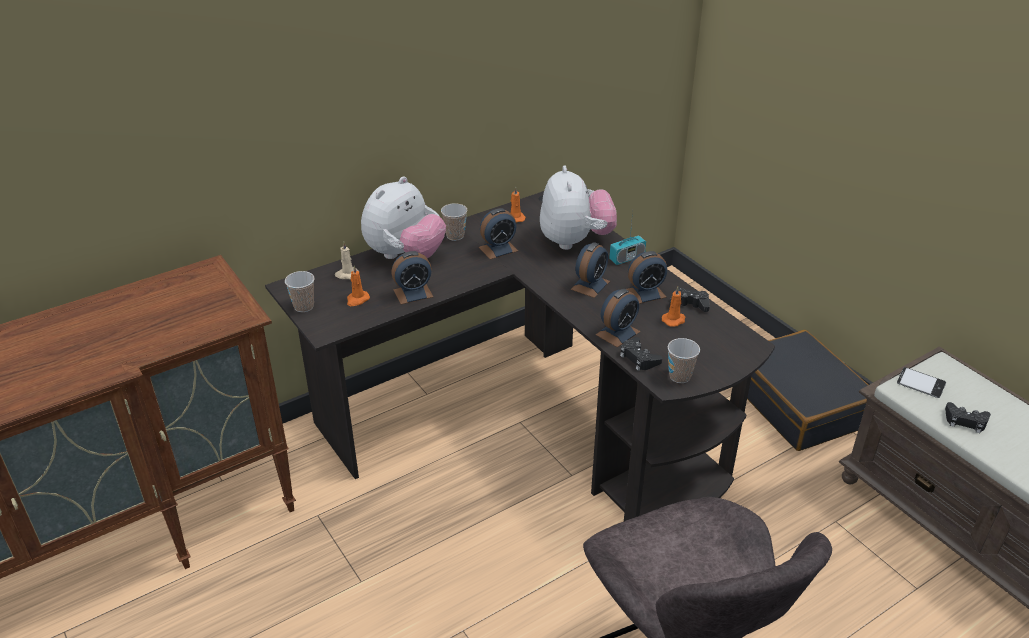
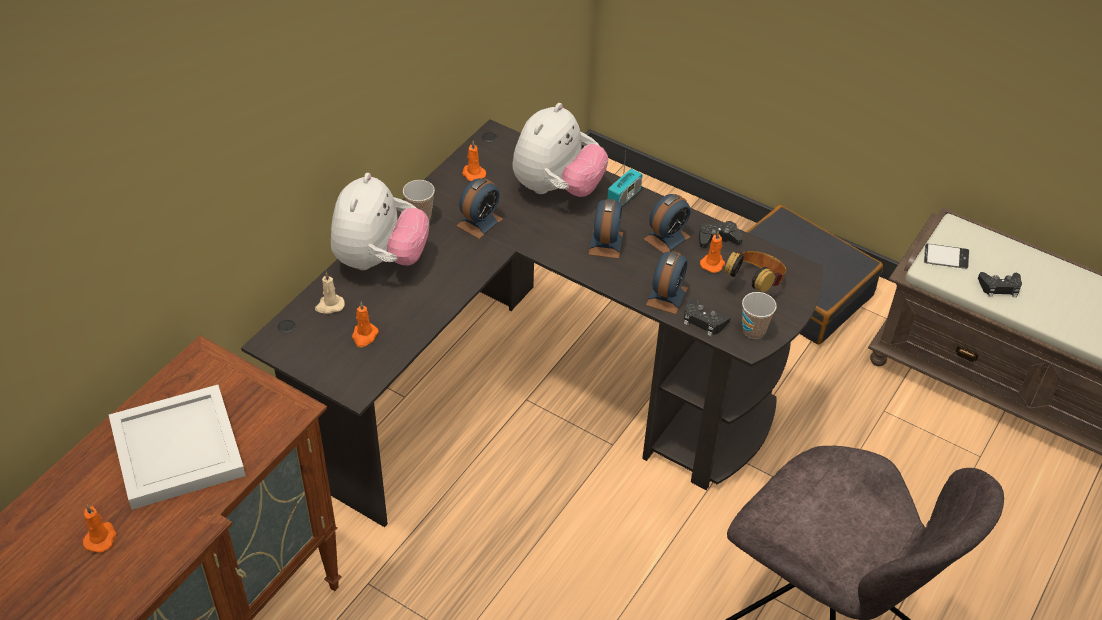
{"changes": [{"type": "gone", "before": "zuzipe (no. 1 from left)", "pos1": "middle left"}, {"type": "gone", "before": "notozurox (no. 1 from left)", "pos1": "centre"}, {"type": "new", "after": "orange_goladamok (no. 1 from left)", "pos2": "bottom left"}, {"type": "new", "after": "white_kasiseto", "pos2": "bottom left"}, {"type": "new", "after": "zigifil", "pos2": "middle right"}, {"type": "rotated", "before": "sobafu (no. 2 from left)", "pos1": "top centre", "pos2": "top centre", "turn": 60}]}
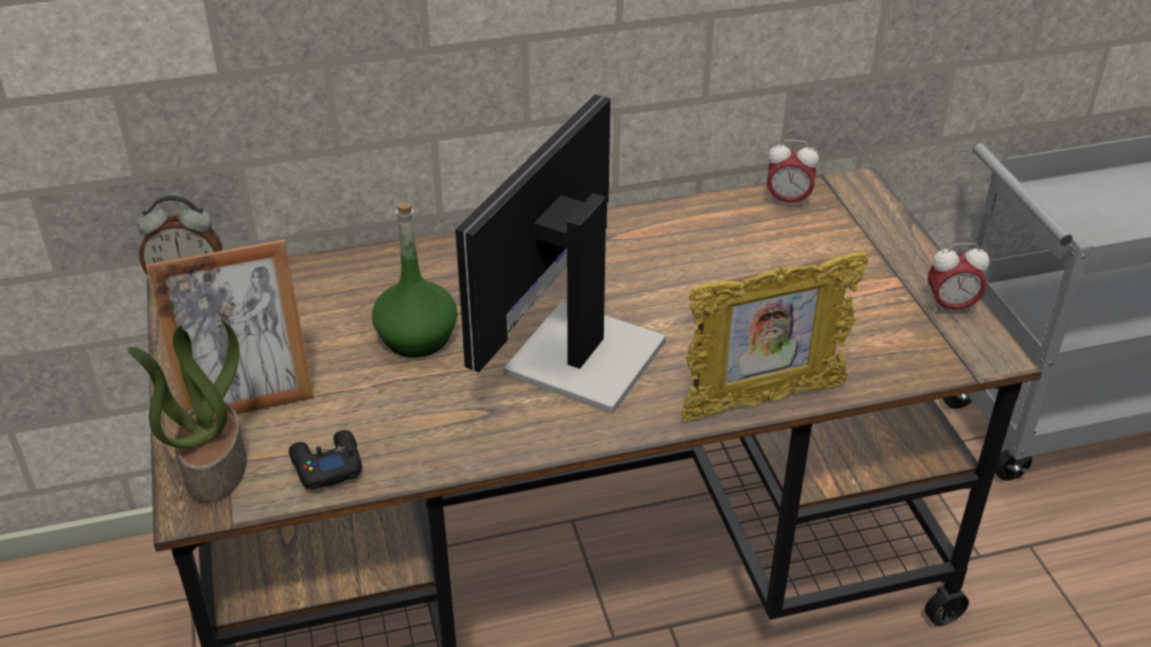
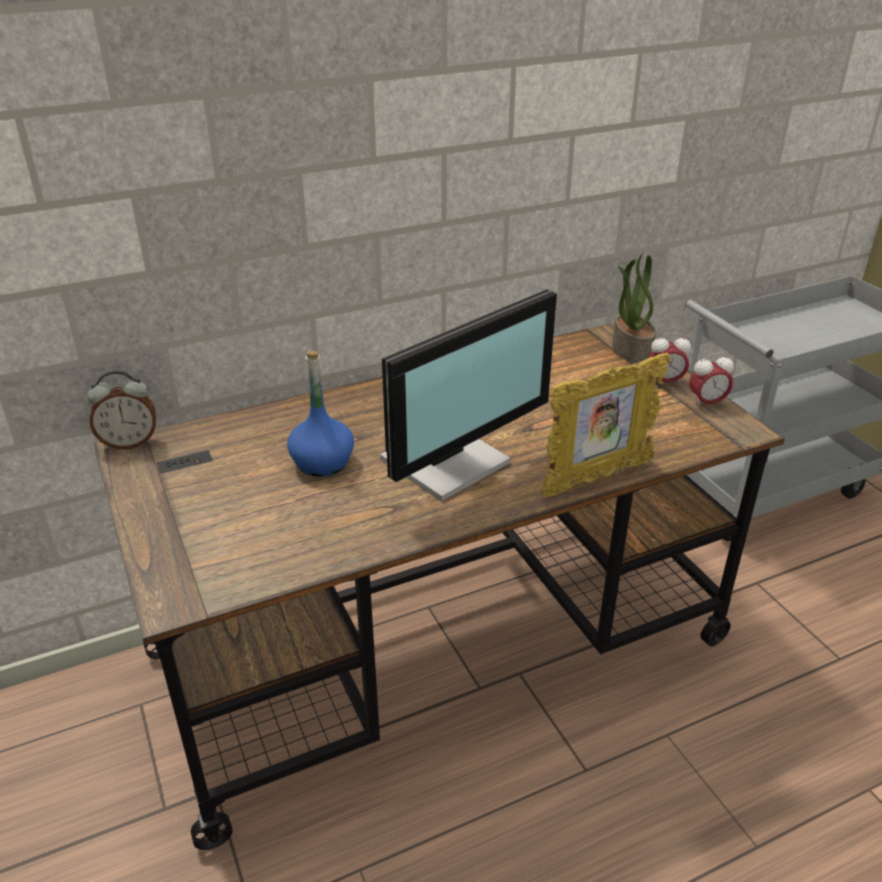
{"changes": [{"type": "gone", "before": "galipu (no. 1 from left)", "pos1": "middle left"}, {"type": "gone", "before": "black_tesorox", "pos1": "bottom left"}, {"type": "shifted", "before": "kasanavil", "pos1": "middle left", "pos2": "middle right"}, {"type": "shifted", "before": "notozurox (no. 2 from left)", "pos1": "top right", "pos2": "middle right"}, {"type": "repainted", "before": "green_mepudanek", "after": "blue_mepudanek", "pos1": "centre", "pos2": "centre"}, {"type": "rotated", "before": "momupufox", "pos1": "centre", "pos2": "centre", "turn": -150}]}
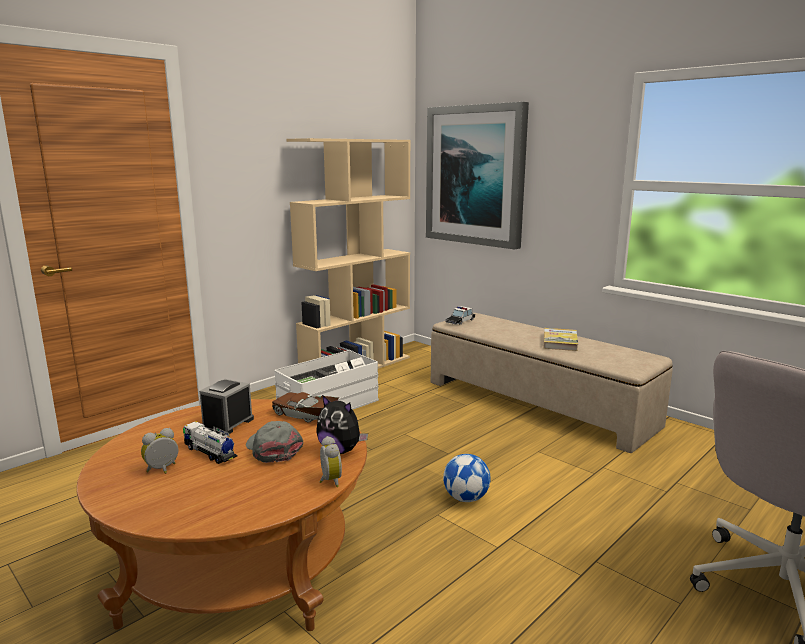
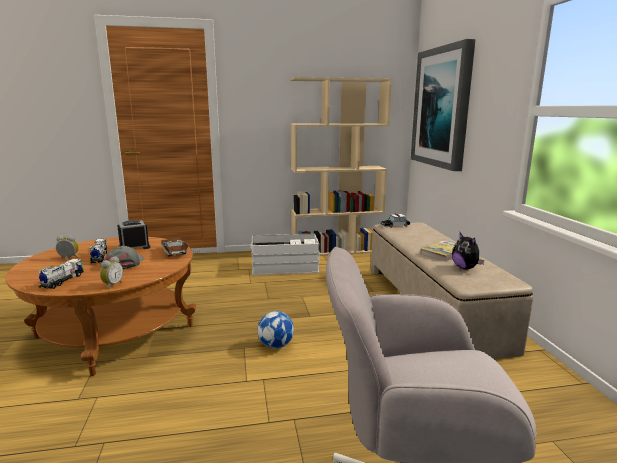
{"changes": [{"type": "new", "after": "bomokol (no. 1 from left)", "pos2": "middle left"}, {"type": "shifted", "before": "sobafu", "pos1": "centre", "pos2": "middle right"}]}
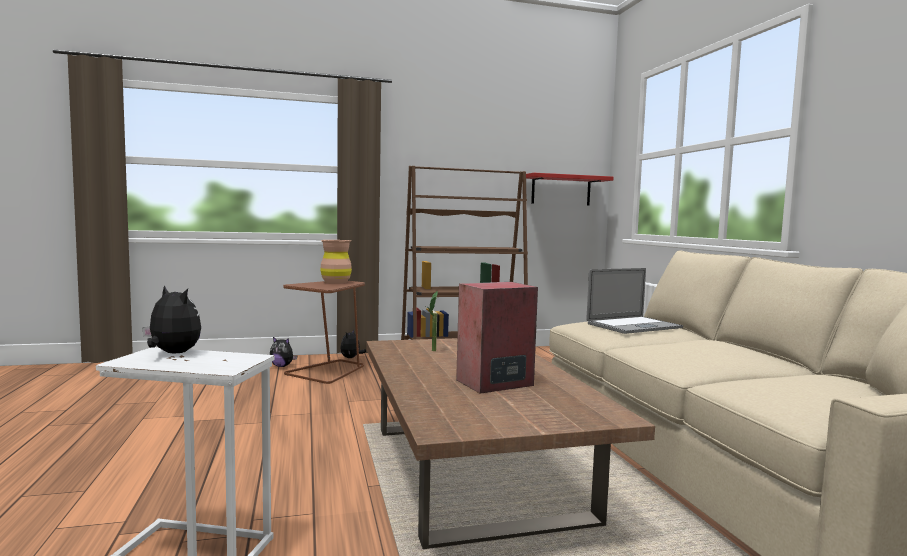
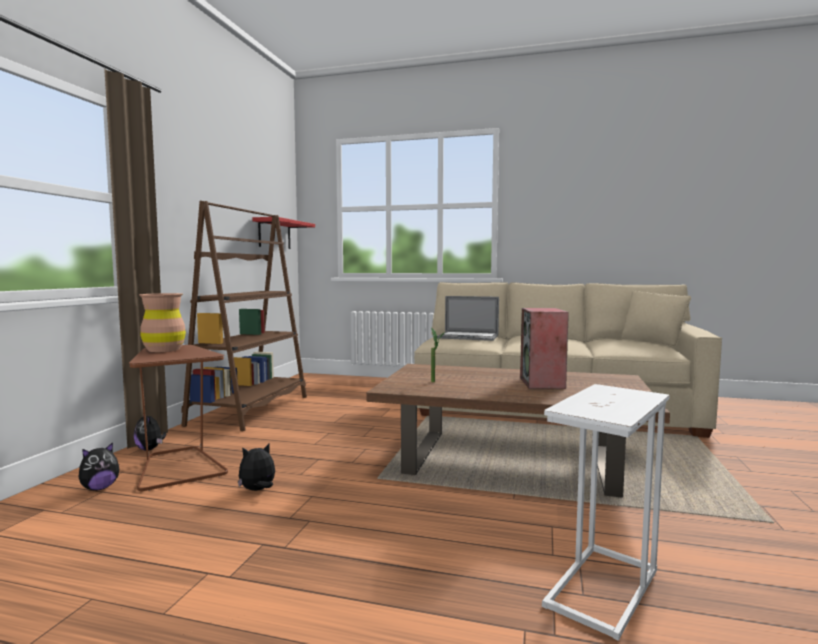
{"changes": [{"type": "shifted", "before": "sobafu (no. 1 from left in the first image)", "after": "sobafu (no. 3 from left)", "pos1": "middle left", "pos2": "bottom left"}, {"type": "rotated", "before": "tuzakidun", "pos1": "middle right", "pos2": "centre", "turn": 105}]}
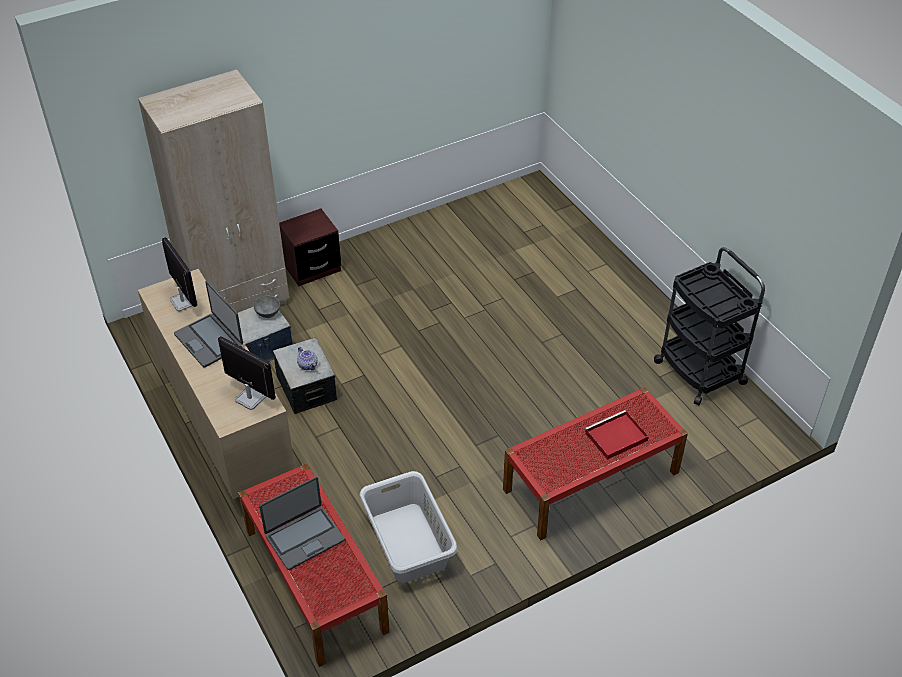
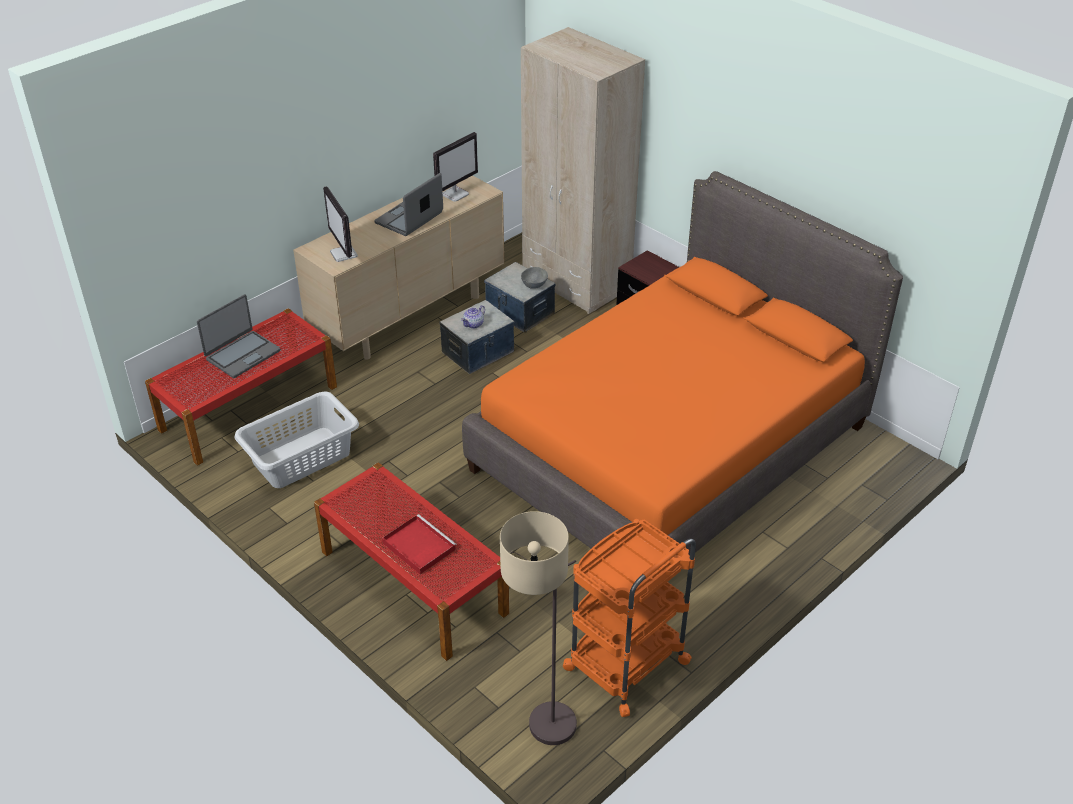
{"changes": [{"type": "new", "after": "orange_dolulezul", "pos2": "centre"}, {"type": "new", "after": "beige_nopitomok", "pos2": "bottom centre"}, {"type": "repainted", "before": "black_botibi", "after": "orange_botibi", "pos1": "middle right", "pos2": "bottom centre"}, {"type": "rotated", "before": "momupufox (no. 2 from left in the first image)", "pos1": "middle left", "pos2": "top left", "turn": 135}, {"type": "rotated", "before": "tuzakidun (no. 2 from left in the first image)", "pos1": "bottom centre", "pos2": "middle left", "turn": -90}]}
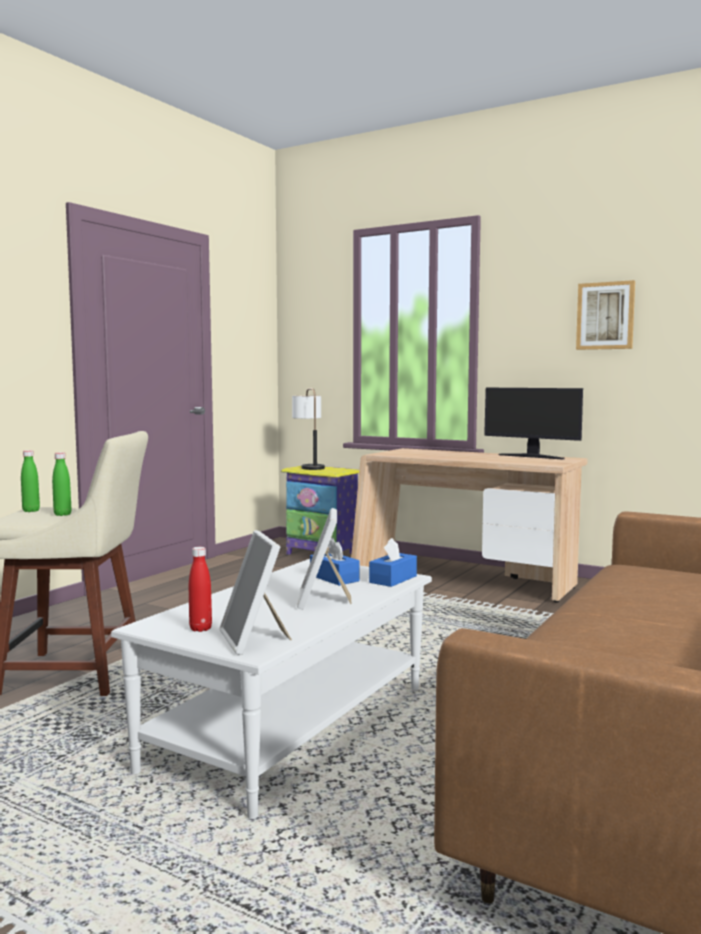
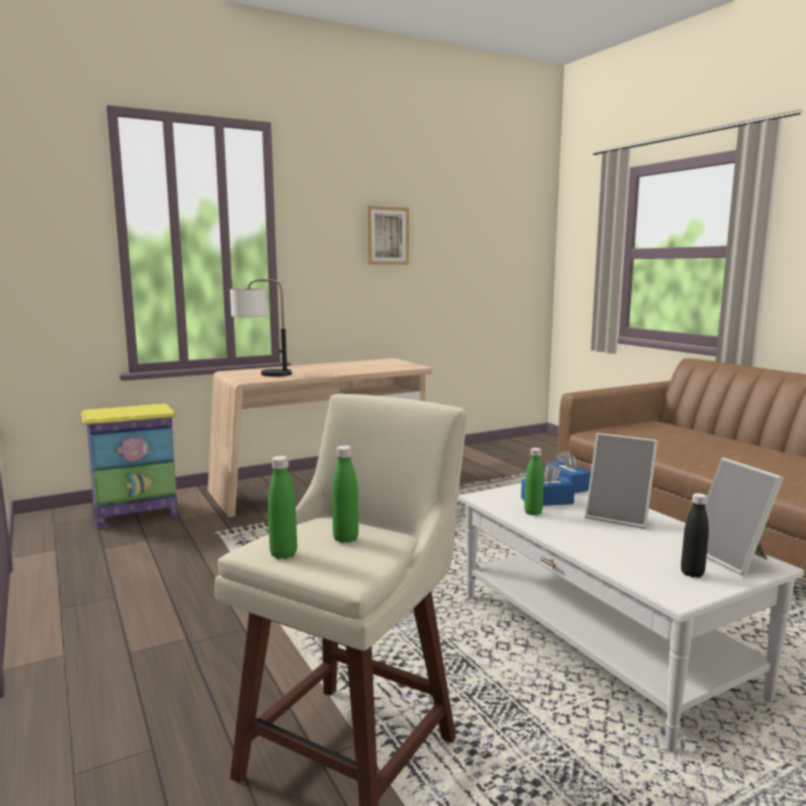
{"changes": [{"type": "gone", "before": "momupufox", "pos1": "middle right"}, {"type": "new", "after": "green_mepudanek (no. 3 from left)", "pos2": "centre"}, {"type": "shifted", "before": "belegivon", "pos1": "centre", "pos2": "middle left"}, {"type": "repainted", "before": "red_mepudanek", "after": "black_mepudanek", "pos1": "middle left", "pos2": "middle right"}, {"type": "rotated", "before": "galipu (no. 1 from left in the first image)", "pos1": "centre", "pos2": "middle right", "turn": 60}]}
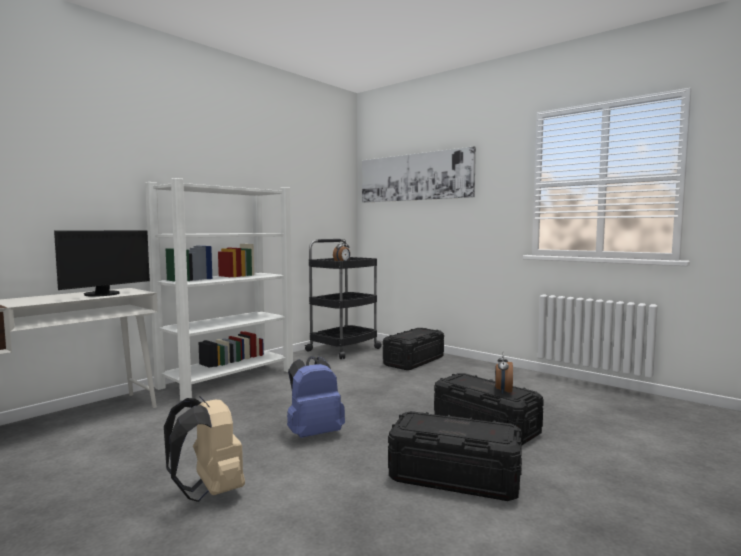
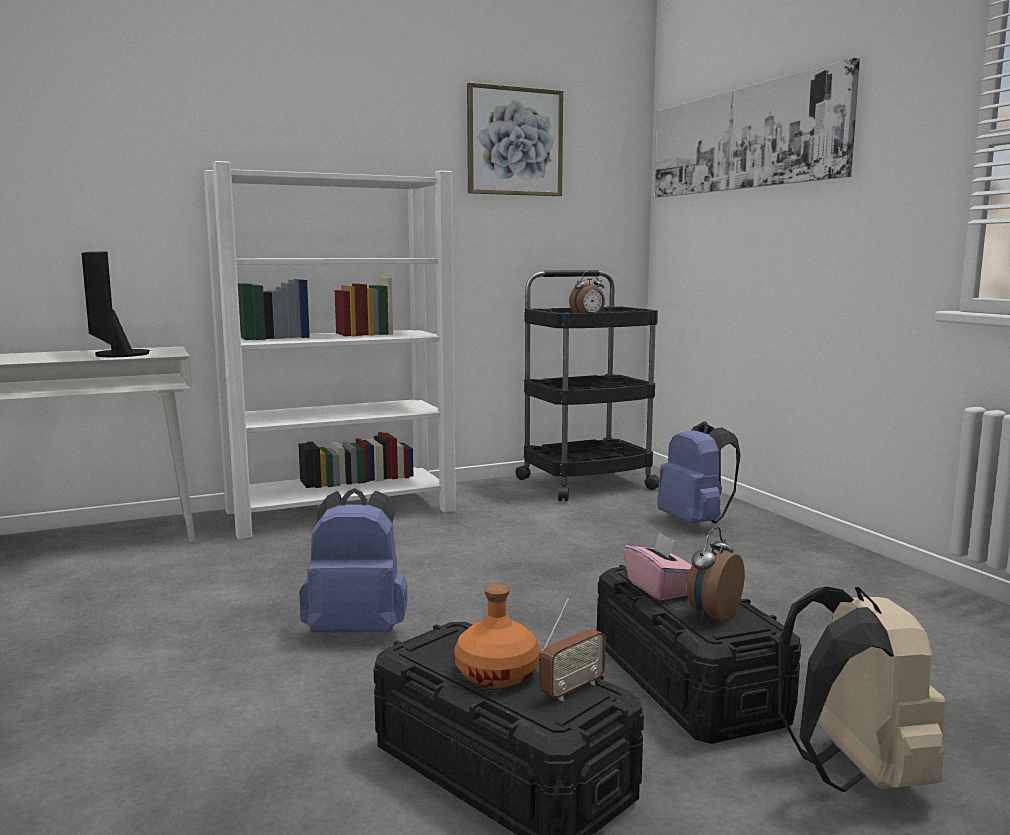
{"changes": [{"type": "new", "after": "orange_mepudanek", "pos2": "bottom centre"}, {"type": "new", "after": "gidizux (no. 1 from left)", "pos2": "top centre"}, {"type": "new", "after": "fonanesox", "pos2": "bottom centre"}, {"type": "new", "after": "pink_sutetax", "pos2": "bottom centre"}, {"type": "shifted", "before": "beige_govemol", "pos1": "bottom left", "pos2": "bottom right"}, {"type": "swapped", "before": "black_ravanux (no. 1 from left)", "after": "blue_govemol (no. 2 from left)", "pos1": "centre", "pos2": "middle right"}, {"type": "rotated", "before": "momupufox", "pos1": "middle left", "pos2": "middle left", "turn": 90}]}
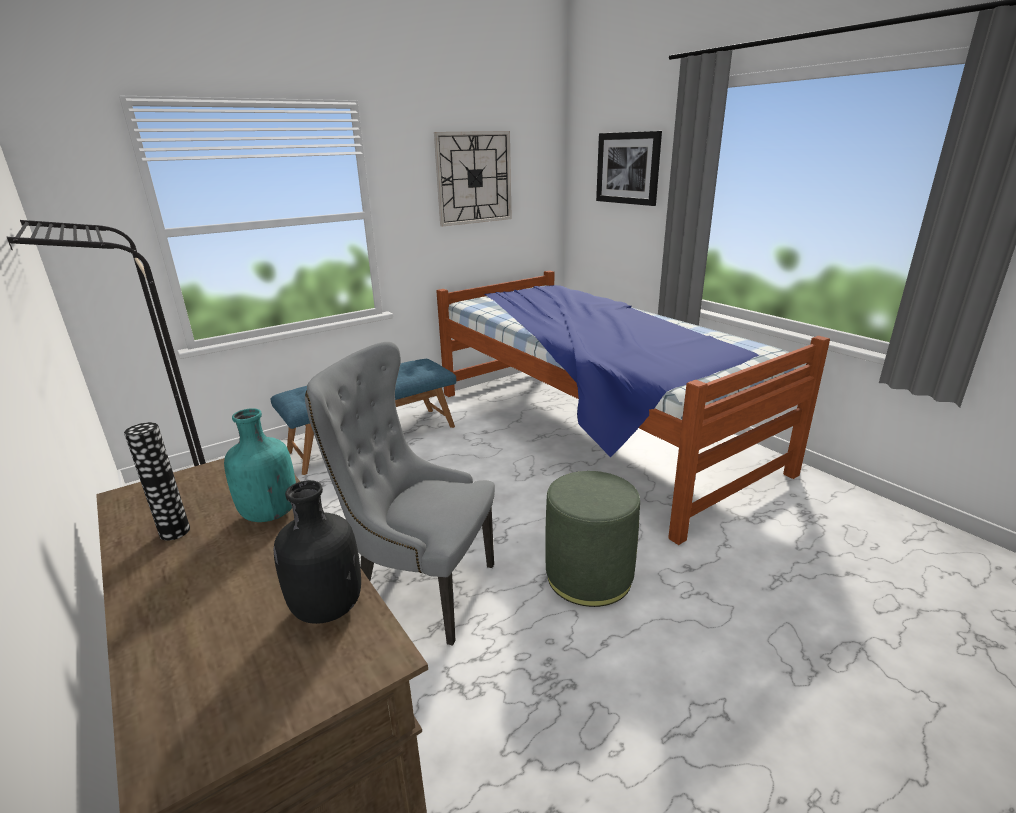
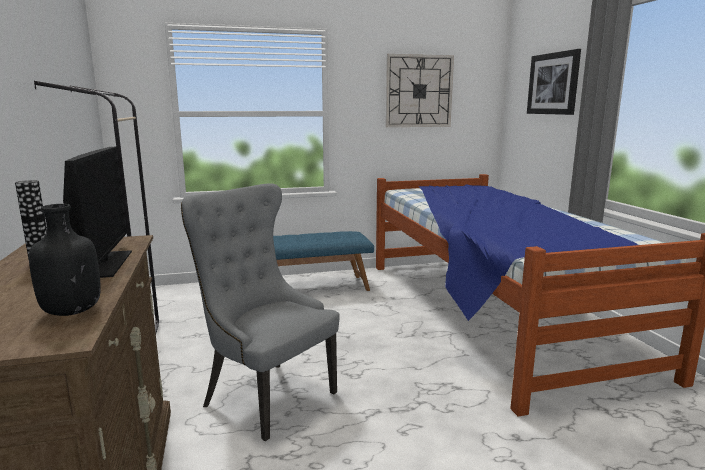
{"changes": [{"type": "gone", "before": "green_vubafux", "pos1": "centre"}, {"type": "swapped", "before": "turquoise_mepudanek", "after": "momupufox", "pos1": "middle left", "pos2": "middle left"}]}
